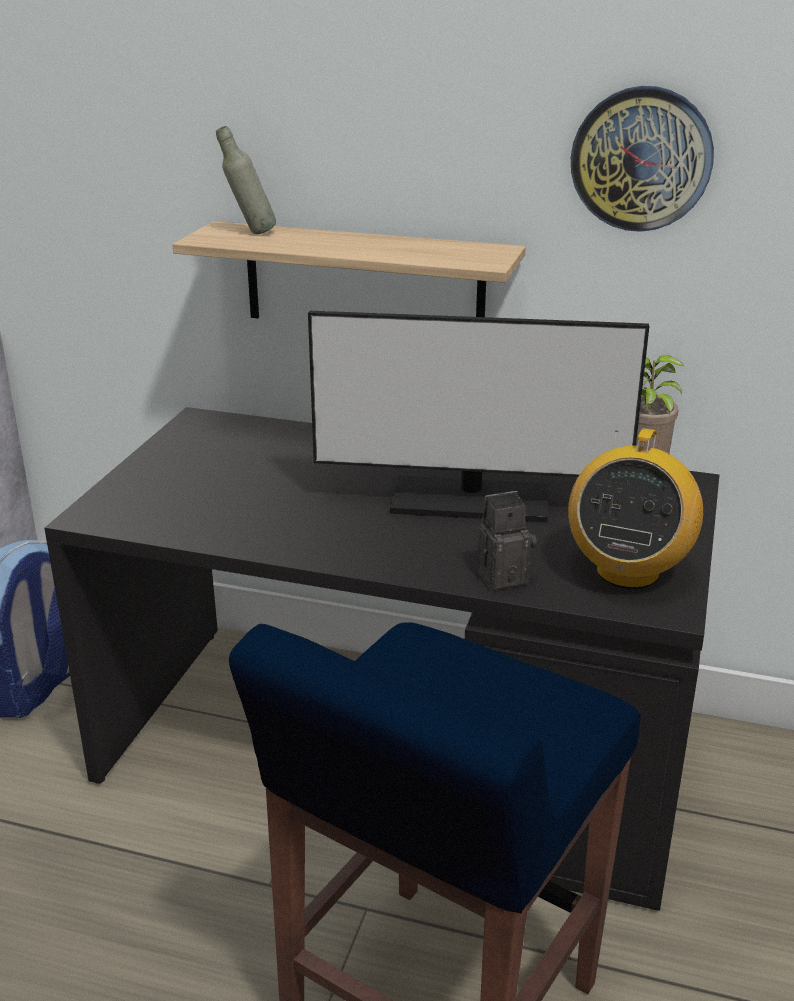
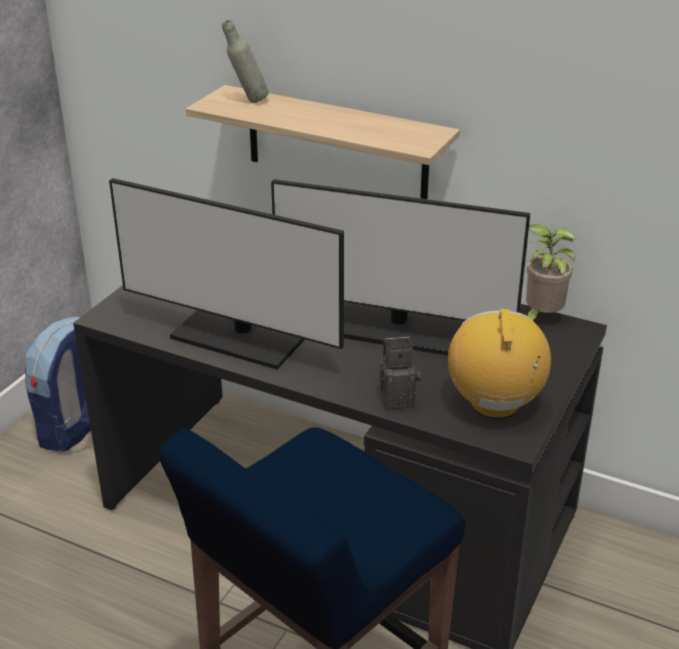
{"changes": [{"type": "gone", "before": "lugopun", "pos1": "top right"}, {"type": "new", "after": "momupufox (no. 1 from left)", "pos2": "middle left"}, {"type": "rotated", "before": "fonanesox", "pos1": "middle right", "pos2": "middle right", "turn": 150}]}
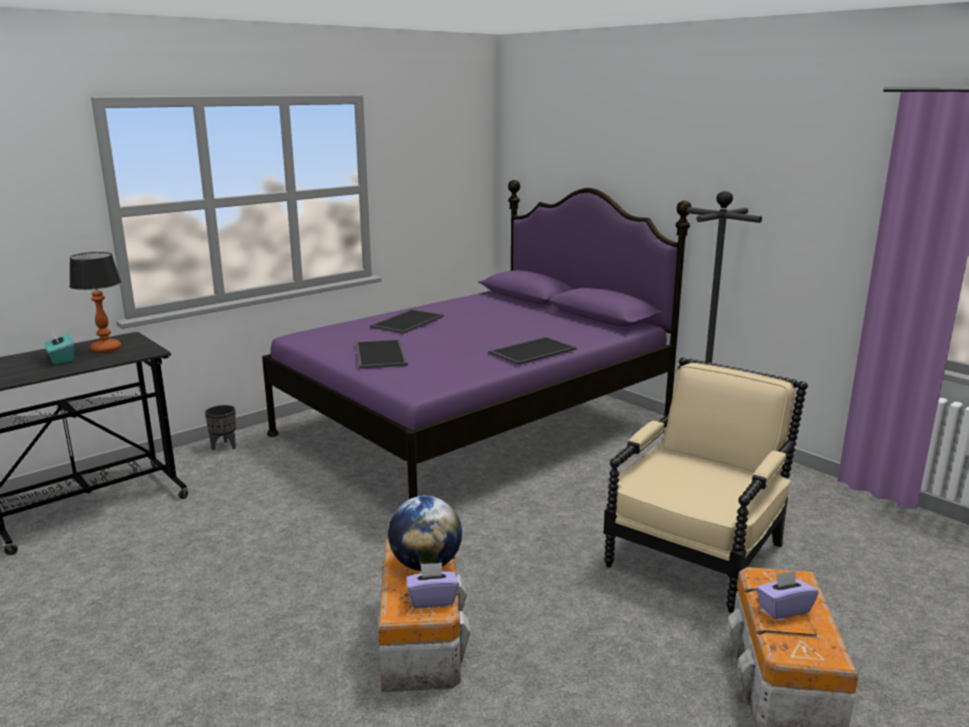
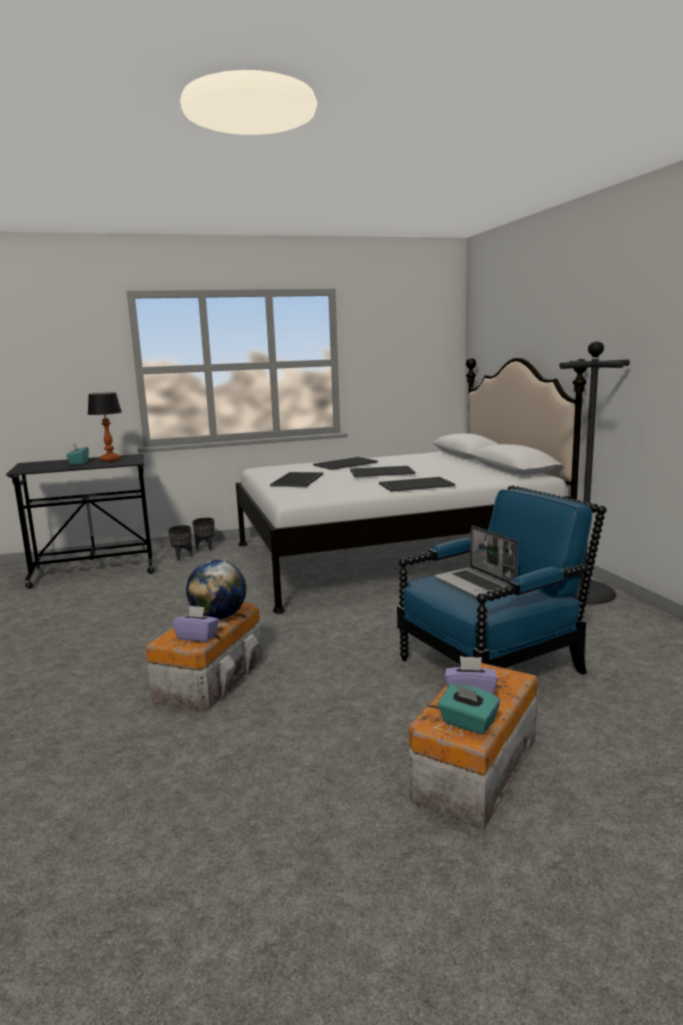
{"changes": [{"type": "new", "after": "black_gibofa (no. 1 from left)", "pos2": "middle left"}, {"type": "new", "after": "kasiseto (no. 3 from left)", "pos2": "centre"}, {"type": "new", "after": "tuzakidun", "pos2": "middle right"}, {"type": "new", "after": "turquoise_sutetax (no. 2 from left)", "pos2": "bottom right"}, {"type": "repainted", "before": "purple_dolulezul", "after": "white_dolulezul", "pos1": "centre", "pos2": "centre"}, {"type": "repainted", "before": "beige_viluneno", "after": "blue_viluneno", "pos1": "bottom right", "pos2": "middle right"}]}
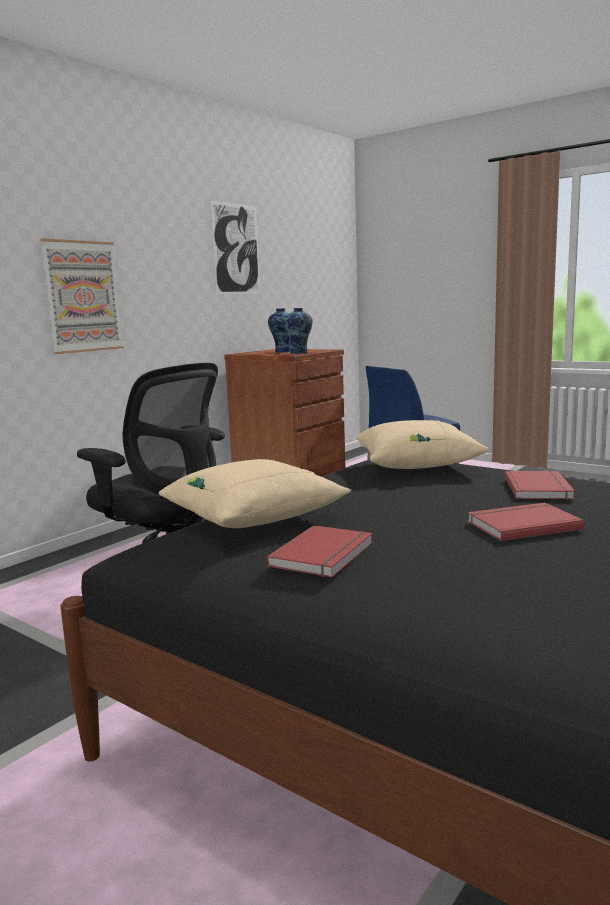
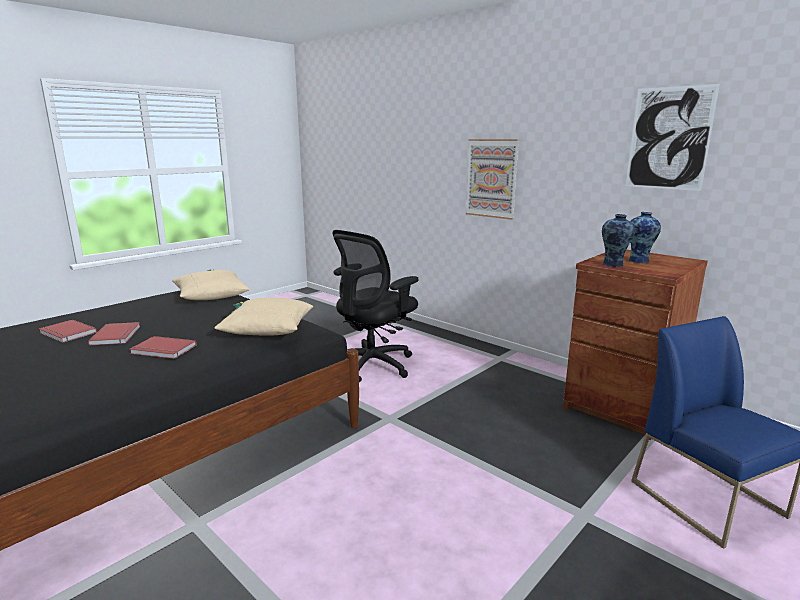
{"changes": [{"type": "shifted", "before": "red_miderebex (no. 1 from left)", "pos1": "centre", "pos2": "middle left"}]}
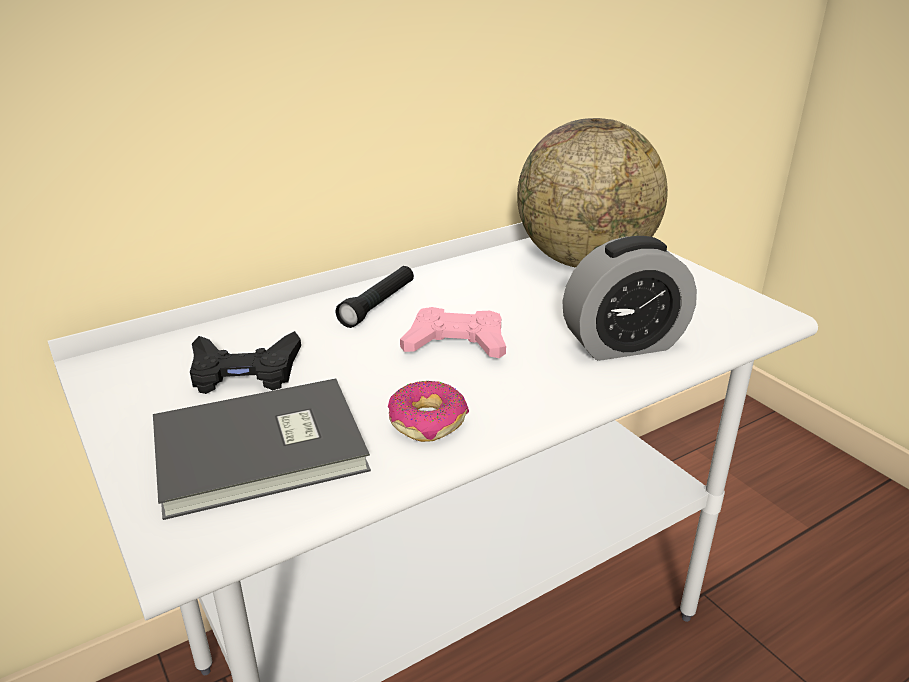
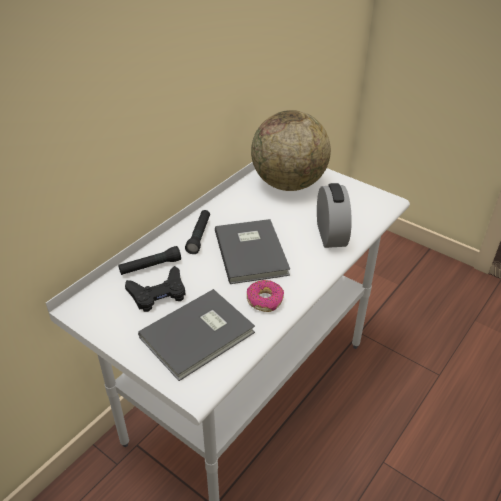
{"changes": [{"type": "new", "after": "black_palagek (no. 1 from left)", "pos2": "middle left"}, {"type": "swapped", "before": "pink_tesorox", "after": "grey_miderebex (no. 2 from left)", "pos1": "centre", "pos2": "centre"}, {"type": "rotated", "before": "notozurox", "pos1": "middle right", "pos2": "middle right", "turn": -60}]}
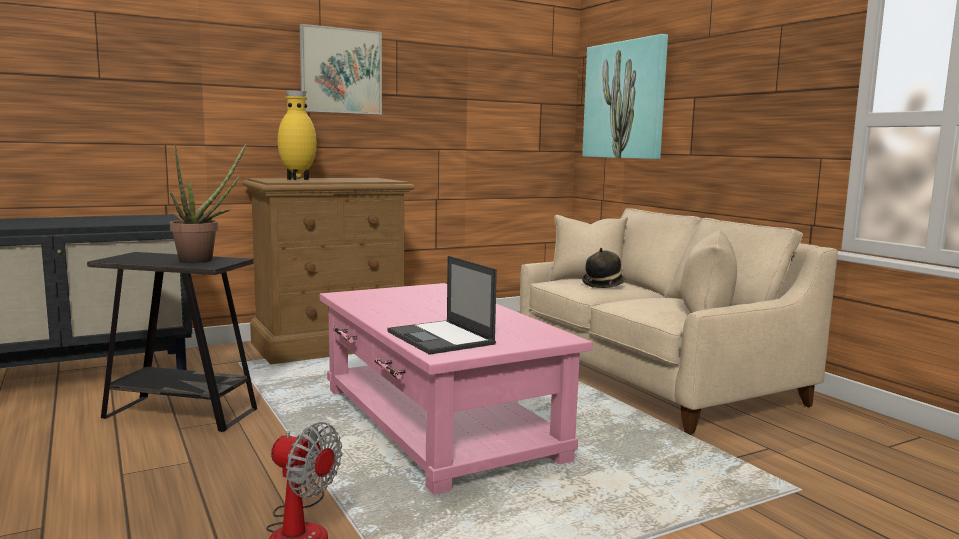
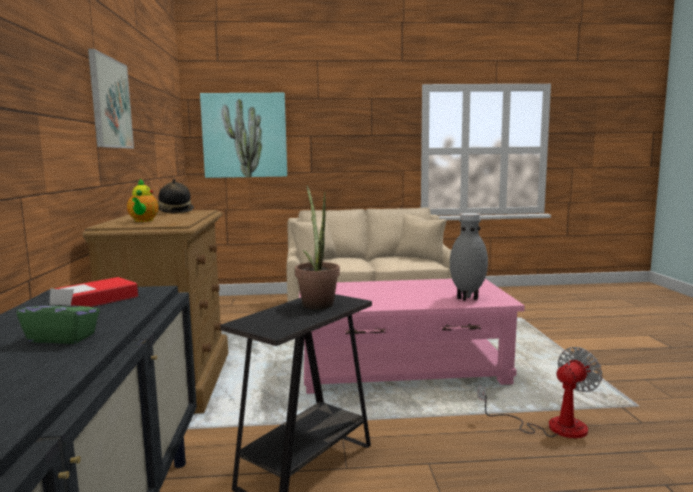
{"changes": [{"type": "new", "after": "green_sutetax", "pos2": "middle left"}, {"type": "new", "after": "miderebex", "pos2": "middle left"}, {"type": "shifted", "before": "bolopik", "pos1": "centre", "pos2": "middle left"}, {"type": "swapped", "before": "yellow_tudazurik", "after": "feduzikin", "pos1": "top left", "pos2": "middle left"}, {"type": "swapped", "before": "tuzakidun", "after": "grey_tudazurik", "pos1": "centre", "pos2": "middle right"}]}
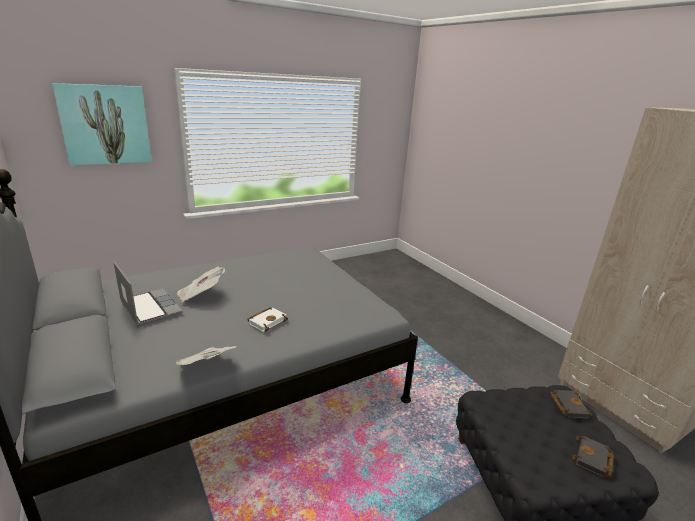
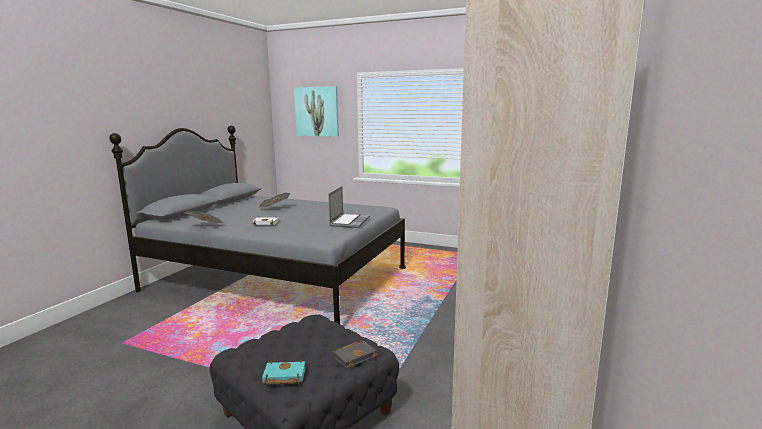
{"changes": [{"type": "shifted", "before": "tuzakidun", "pos1": "middle left", "pos2": "centre"}, {"type": "repainted", "before": "black_miderebex (no. 2 from left)", "after": "turquoise_miderebex", "pos1": "bottom right", "pos2": "bottom centre"}]}
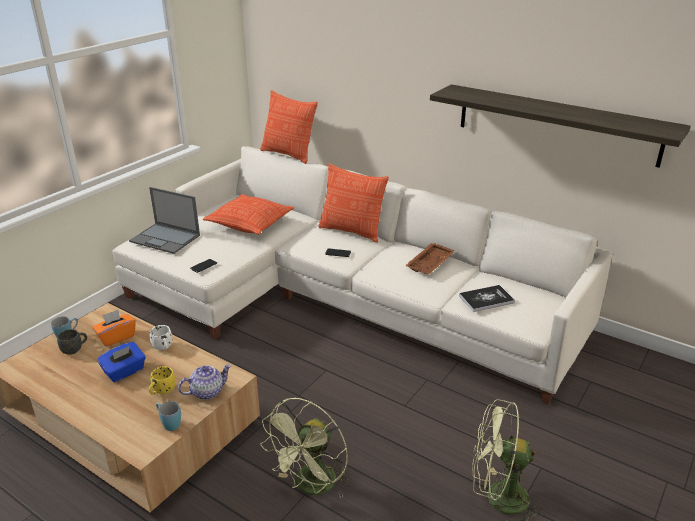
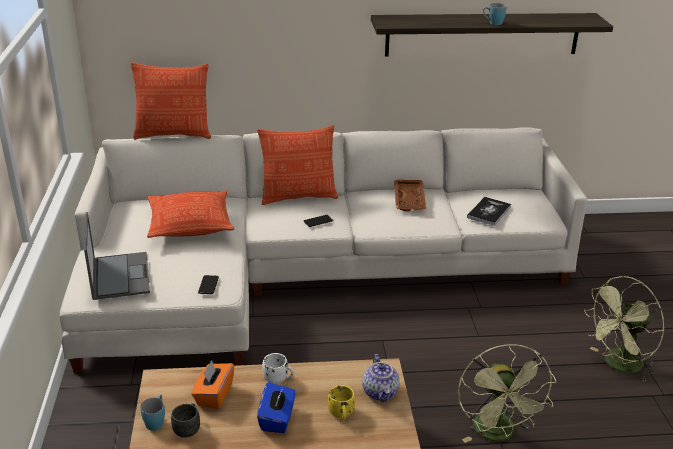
{"changes": [{"type": "shifted", "before": "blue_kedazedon (no. 2 from left)", "pos1": "bottom left", "pos2": "top right"}, {"type": "rotated", "before": "tuzakidun", "pos1": "middle left", "pos2": "middle left", "turn": -90}, {"type": "rotated", "before": "feduzikin", "pos1": "bottom left", "pos2": "bottom centre", "turn": 150}]}
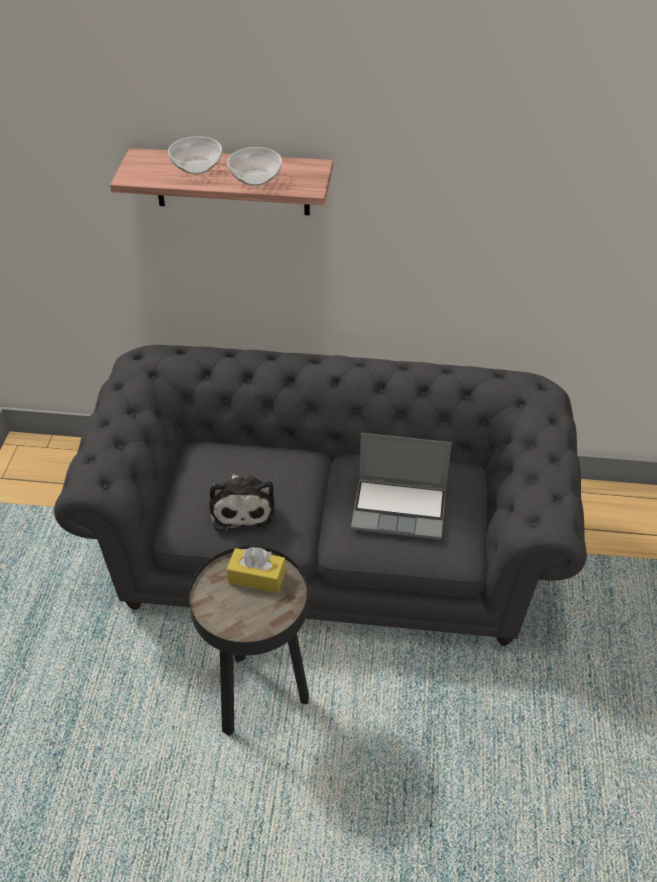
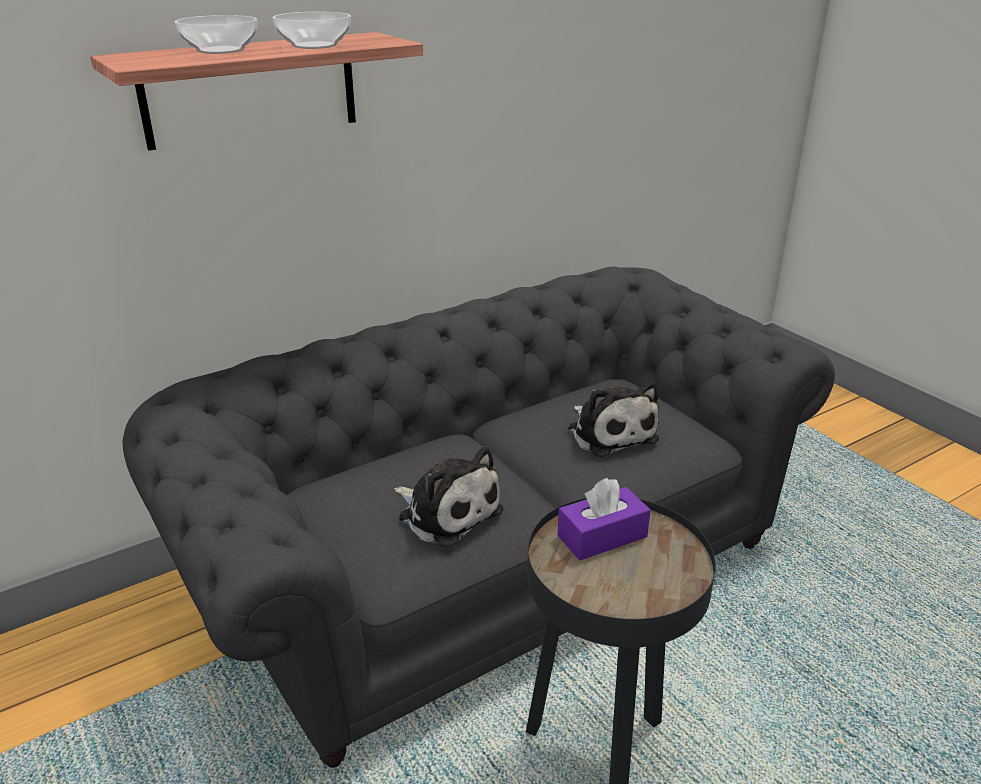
{"changes": [{"type": "swapped", "before": "tuzakidun", "after": "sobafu (no. 2 from left)", "pos1": "centre", "pos2": "centre"}, {"type": "repainted", "before": "yellow_sutetax", "after": "purple_sutetax", "pos1": "centre", "pos2": "centre"}]}
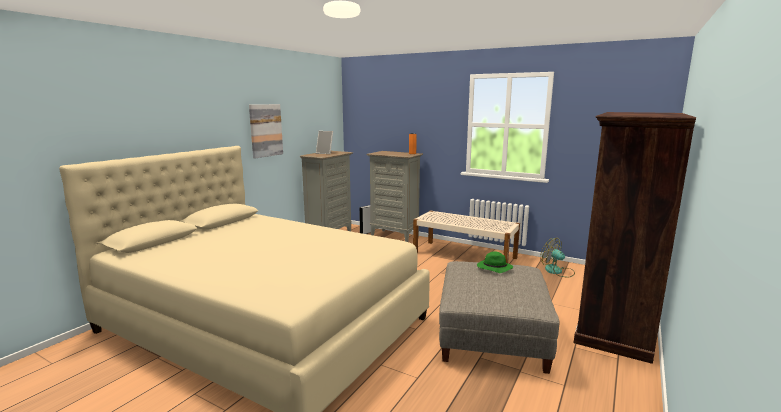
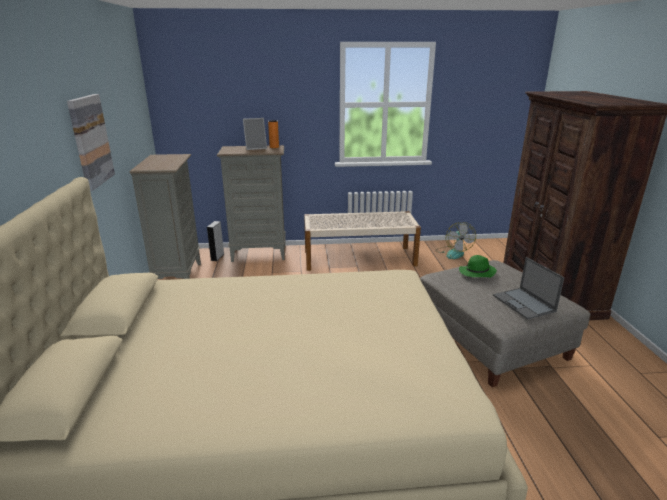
{"changes": [{"type": "new", "after": "tuzakidun", "pos2": "middle right"}, {"type": "shifted", "before": "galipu", "pos1": "centre", "pos2": "top centre"}, {"type": "rotated", "before": "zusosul", "pos1": "middle right", "pos2": "middle right", "turn": -105}]}
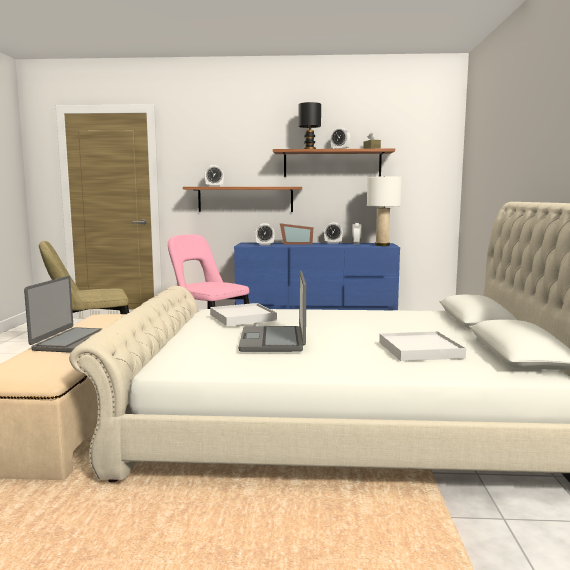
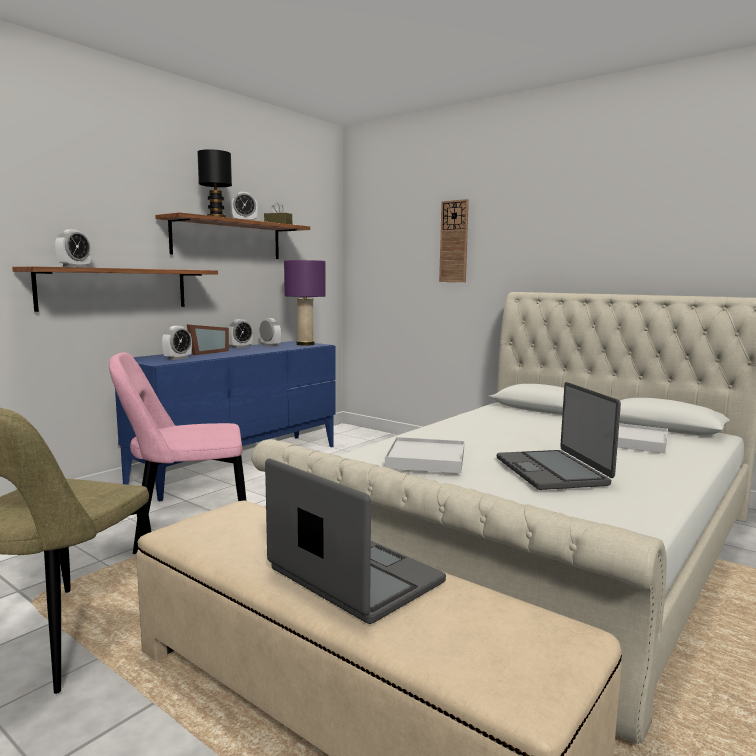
{"changes": [{"type": "new", "after": "lugopun", "pos2": "top centre"}, {"type": "repainted", "before": "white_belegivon", "after": "purple_belegivon", "pos1": "middle right", "pos2": "centre"}, {"type": "rotated", "before": "tuzakidun (no. 2 from left)", "pos1": "centre", "pos2": "middle right", "turn": 45}]}
